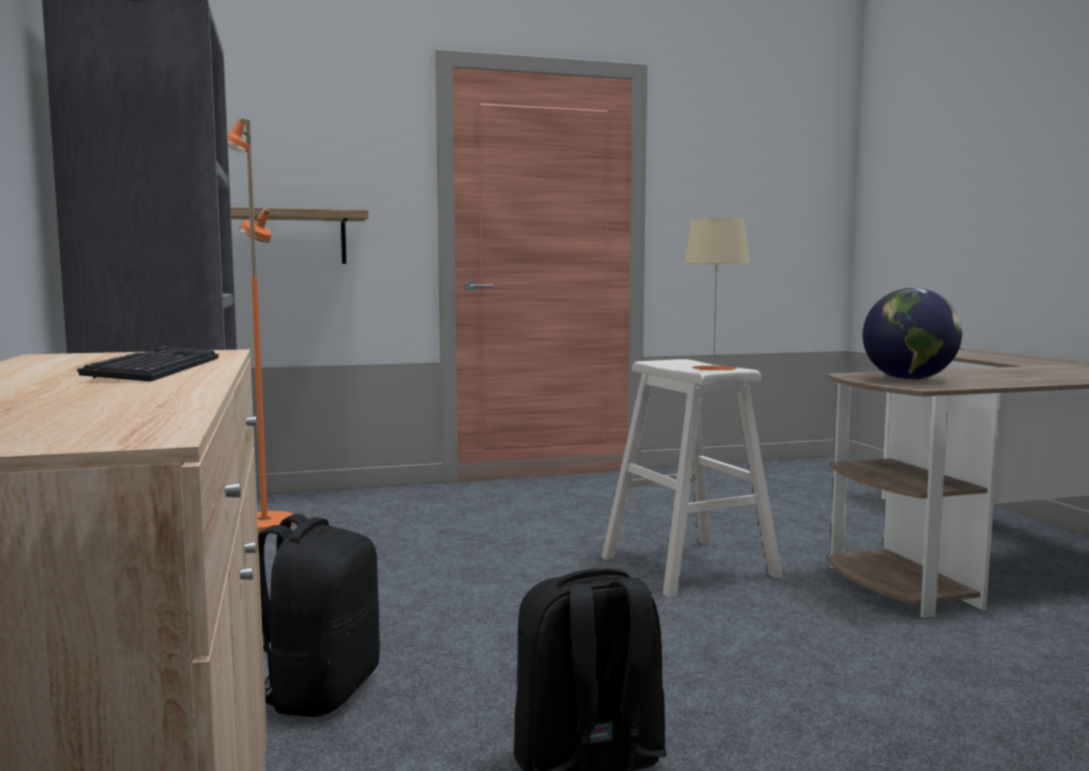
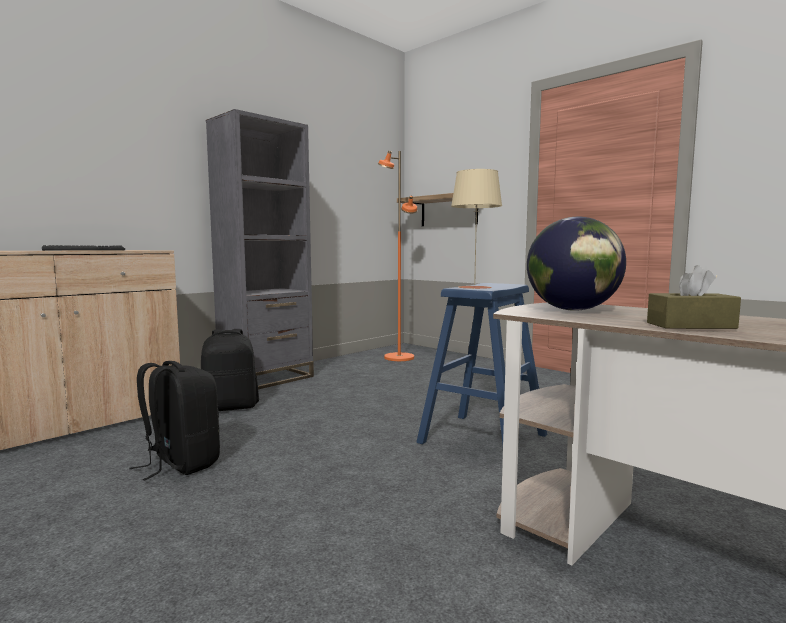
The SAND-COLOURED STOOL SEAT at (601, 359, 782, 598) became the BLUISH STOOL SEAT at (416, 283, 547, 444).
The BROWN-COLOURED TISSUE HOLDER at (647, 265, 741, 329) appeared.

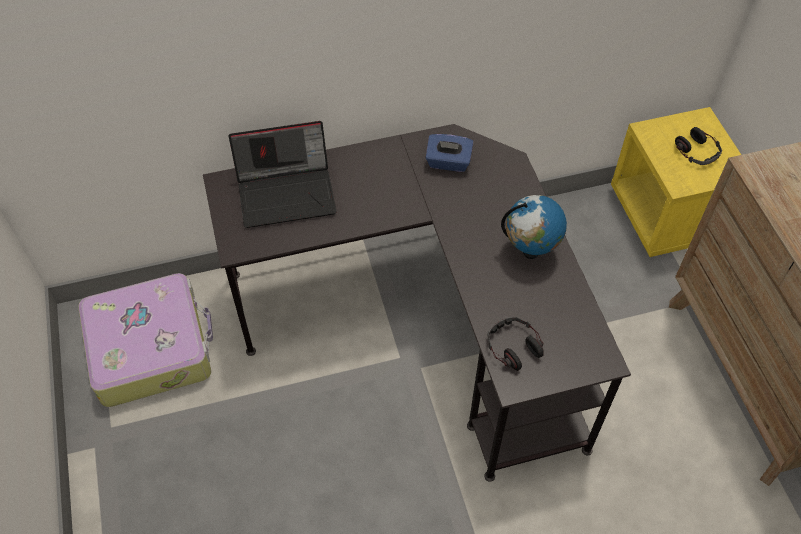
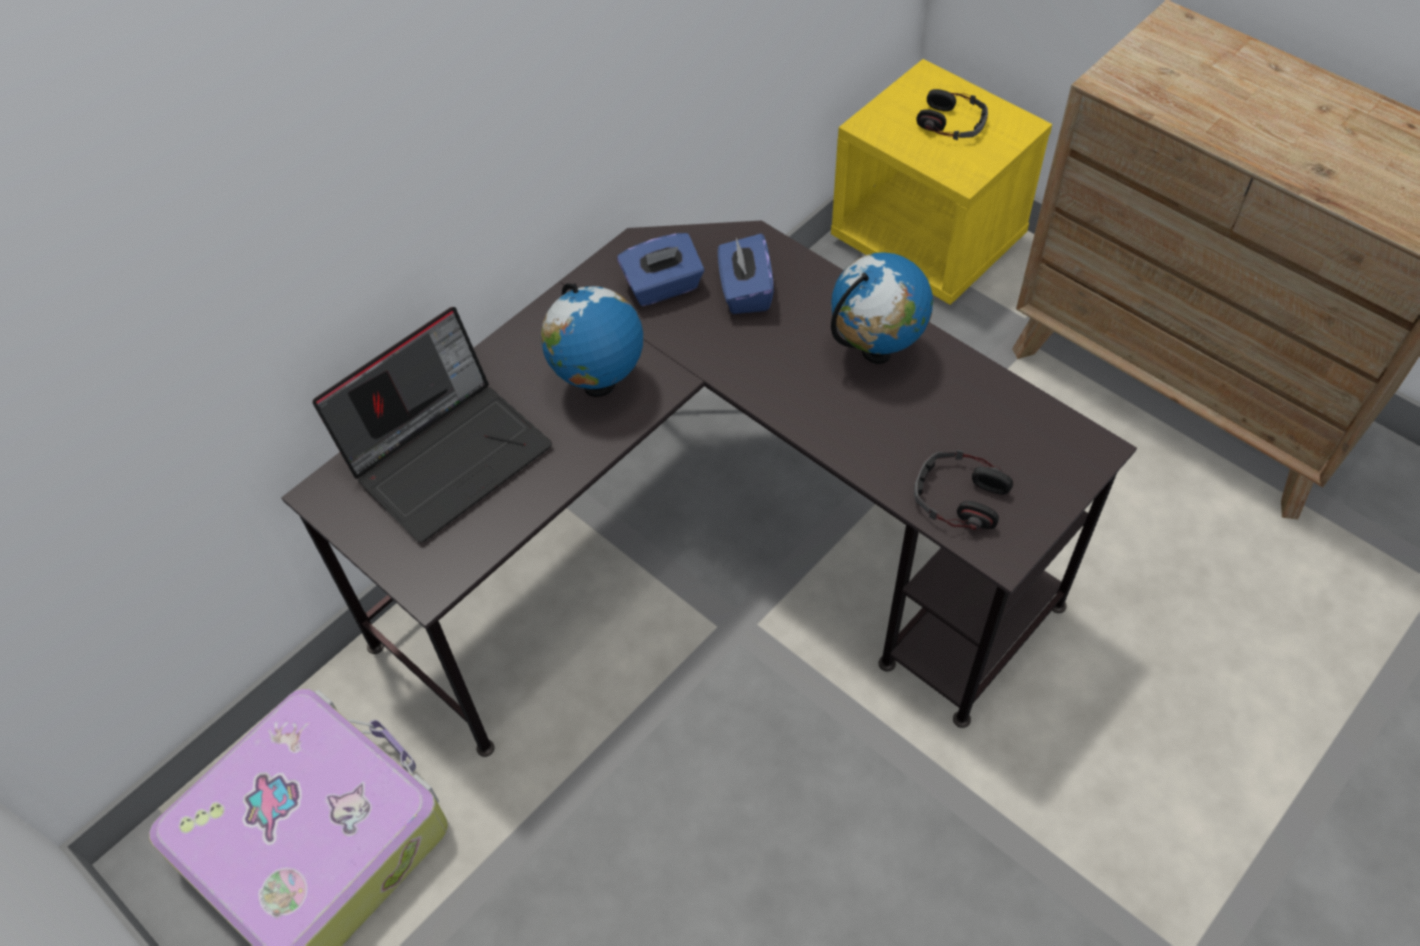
The DESK GLOBE at (541, 283, 643, 397) appeared.
The BLUISH TISSUE HOLDER at (718, 234, 774, 314) appeared.

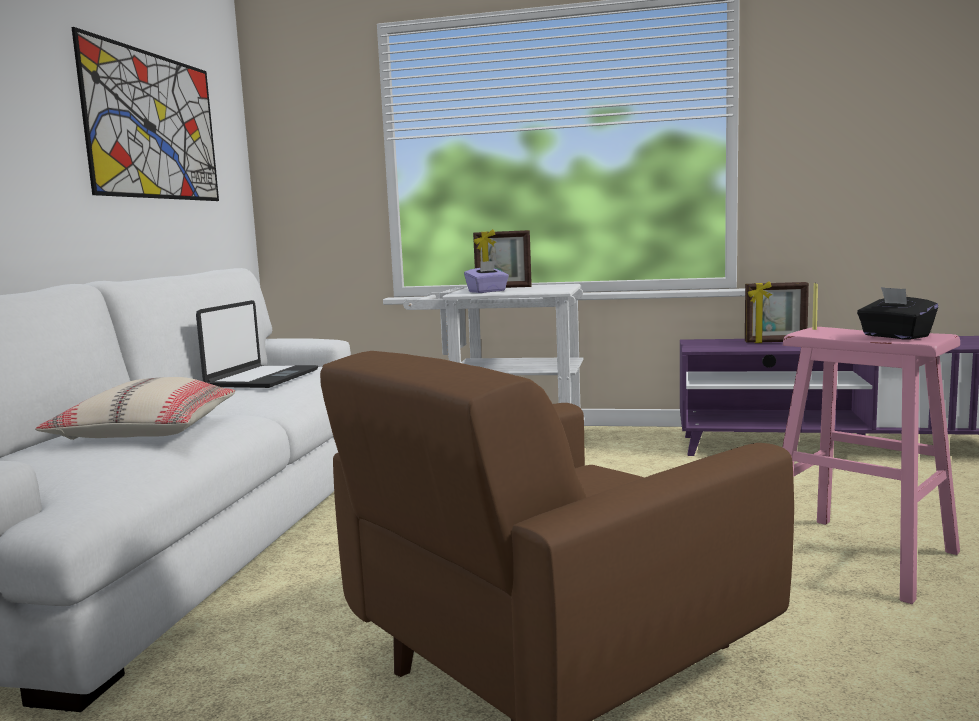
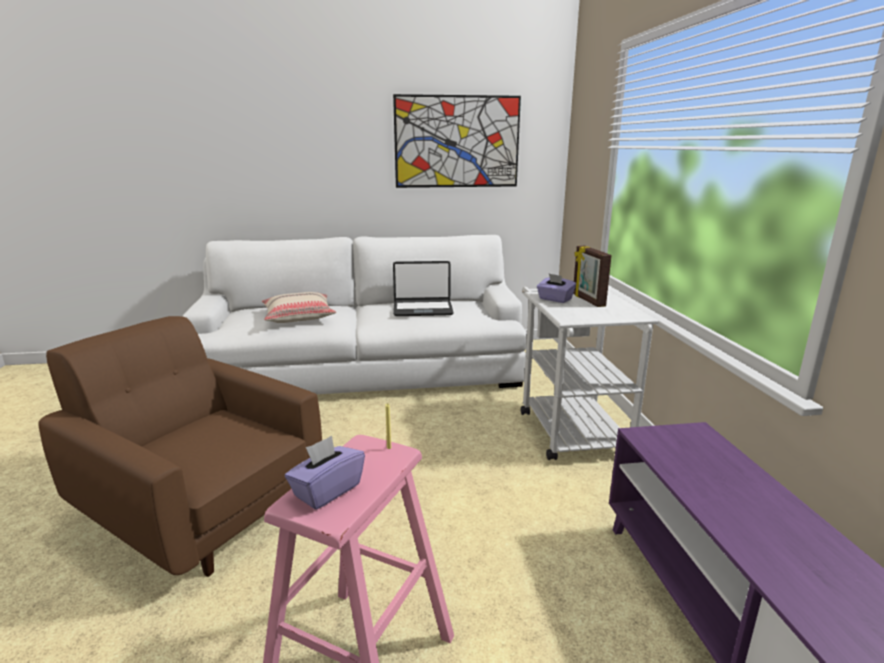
The BLACK TISSUE HOLDER at (857, 287, 938, 340) became the PURPLE-COLOURED TISSUE HOLDER at (285, 436, 365, 510).
The PICTURE FRAME at (745, 281, 809, 343) disappeared.

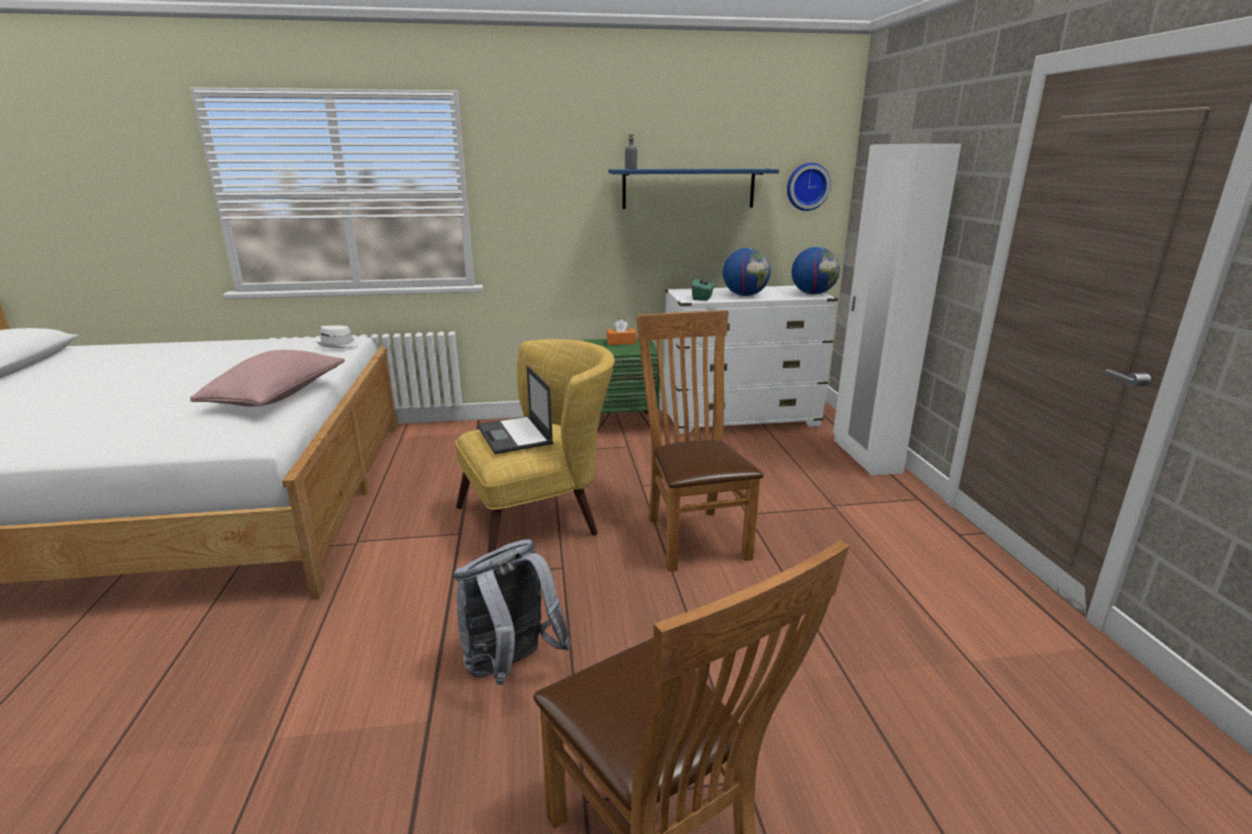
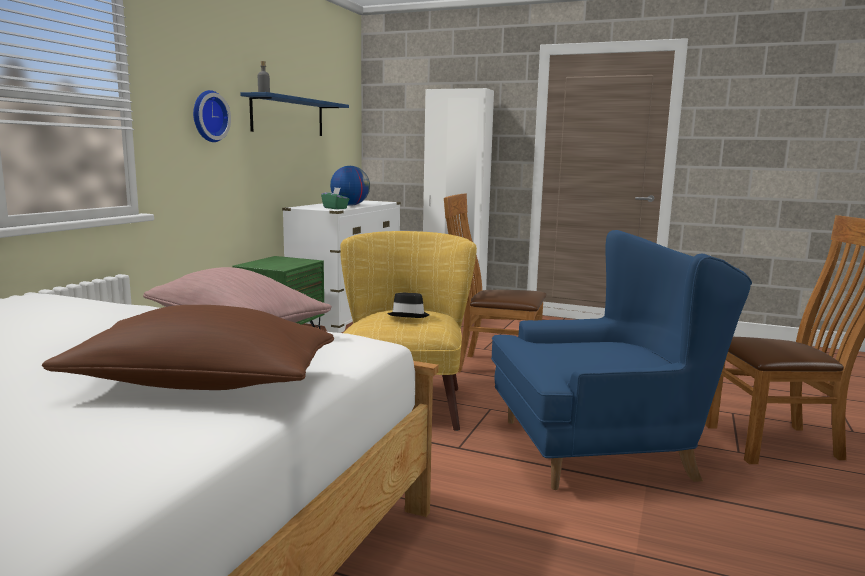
The BROWN-COLOURED THROW PILLOW at (42, 305, 334, 390) appeared.
The CLOCK ON THE WALL moved from (787, 163, 831, 211) to (193, 90, 231, 142).
The PORTABLE COMPUTER at (477, 365, 553, 454) was replaced by the BLACK CLOTHING HAT at (387, 293, 429, 318).
The GRAY BACKPACK at (453, 539, 571, 685) was replaced by the BLUISH EASY CHAIR at (491, 230, 752, 490).
The WHITE CLOTHING HAT at (316, 325, 359, 348) disappeared.
The ORANGE TISSUE HOLDER at (607, 319, 636, 345) disappeared.
The DESK GLOBE at (792, 247, 840, 294) disappeared.

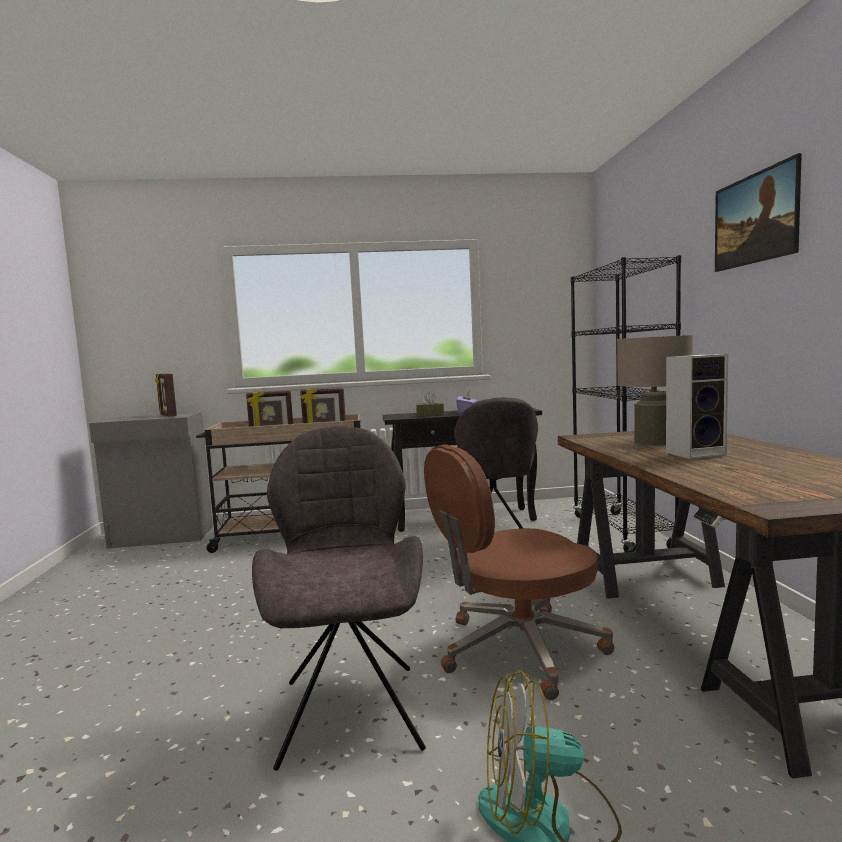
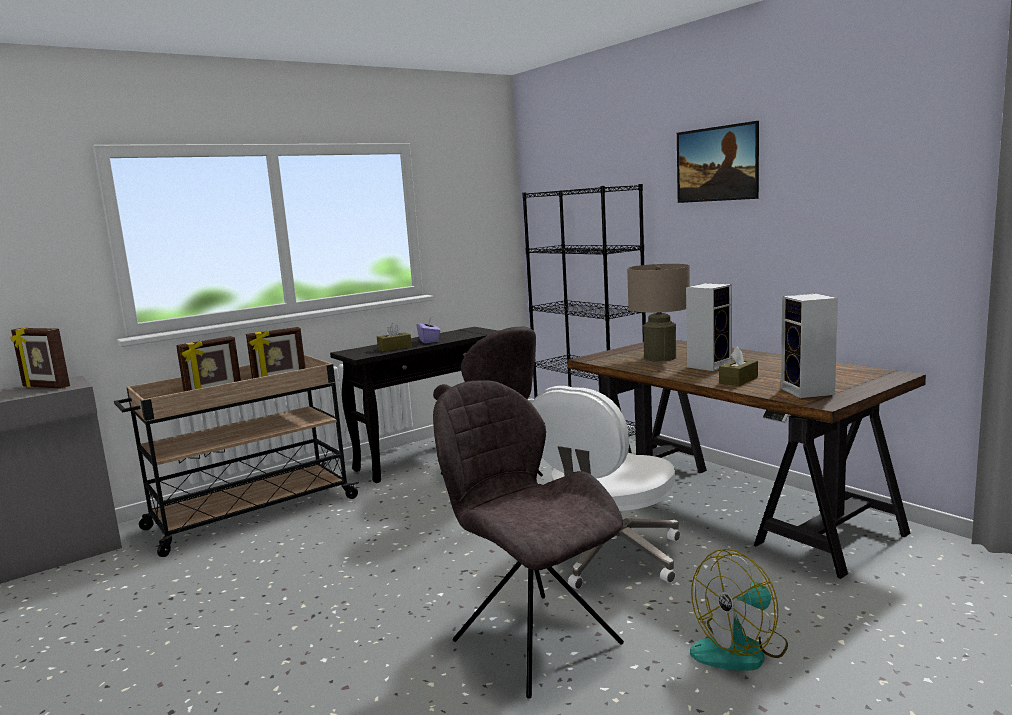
The BROWN-COLOURED OFFICE CHAIR at (424, 445, 614, 700) became the WHITE OFFICE CHAIR at (532, 386, 680, 590).
The BROWN-COLOURED TISSUE HOLDER at (719, 346, 758, 386) appeared.
The LOUDSPEAKER at (781, 294, 838, 398) appeared.

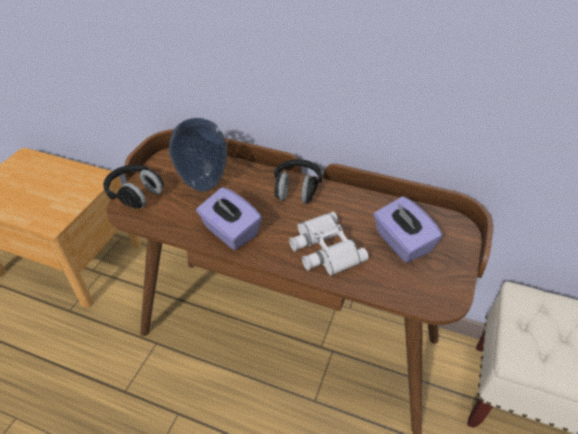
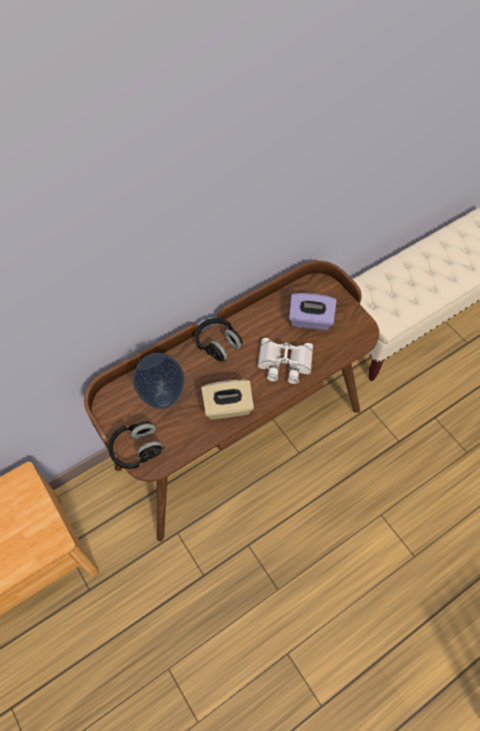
The PURPLE-COLOURED TISSUE HOLDER at (196, 187, 262, 250) became the SAND-COLOURED TISSUE HOLDER at (201, 379, 254, 420).

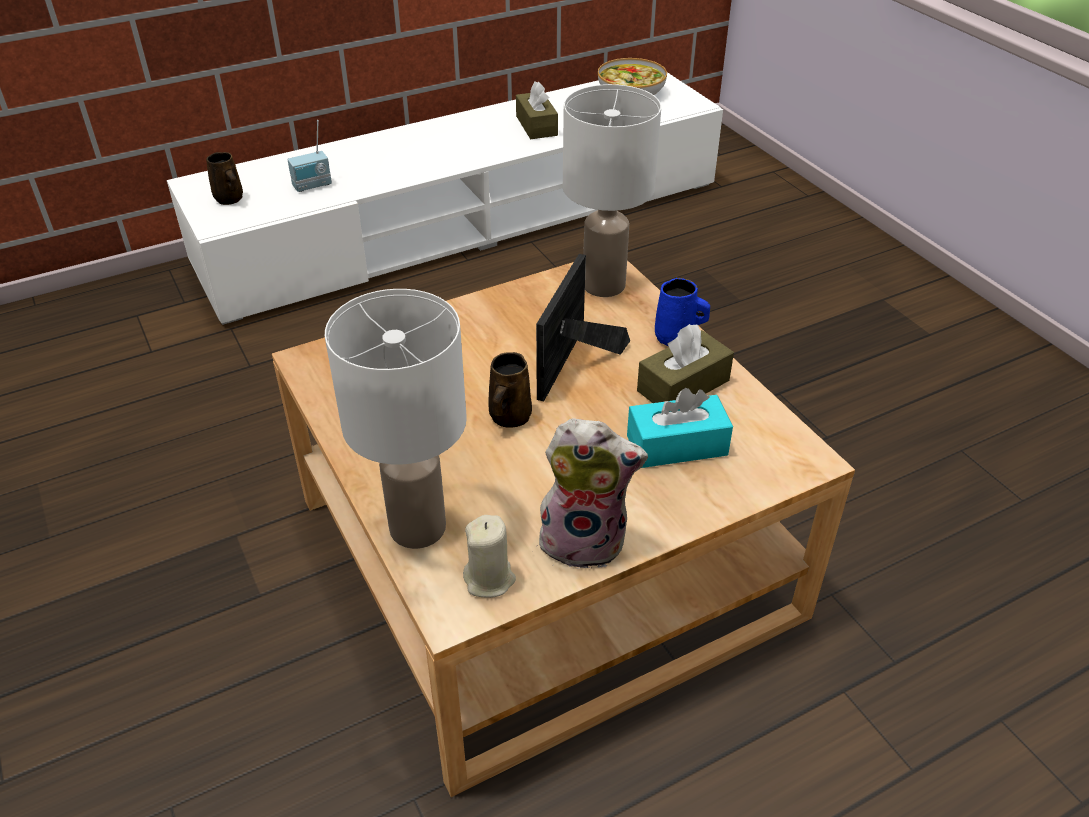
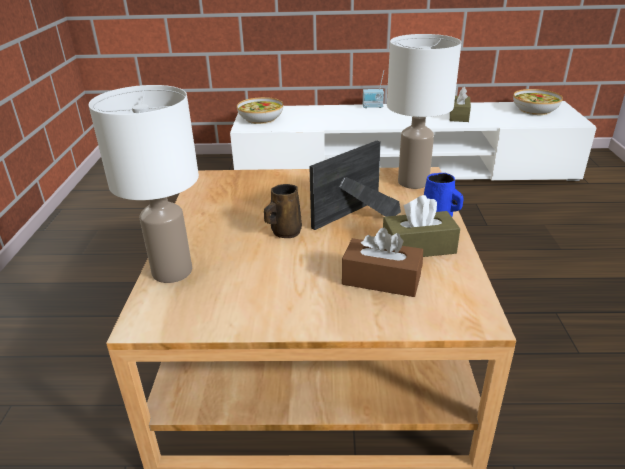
The BROWN-COLOURED MUG at (206, 152, 243, 205) was replaced by the DEEP DISH at (237, 97, 283, 124).
The TURQUOISE-COLOURED TISSUE HOLDER at (627, 388, 733, 468) became the BROWN-COLOURED TISSUE HOLDER at (342, 228, 423, 297).
The RADIO moved from (287, 120, 332, 192) to (363, 70, 384, 108).
The SAND-COLOURED WAX LIGHT at (463, 515, 516, 598) disappeared.
The SOFT TOY at (539, 418, 648, 569) disappeared.

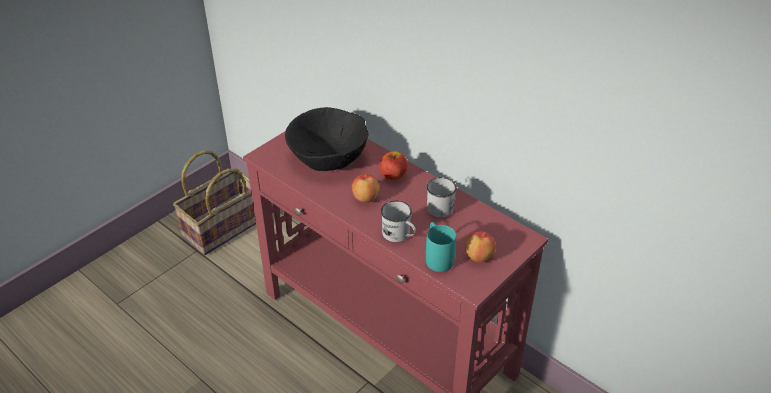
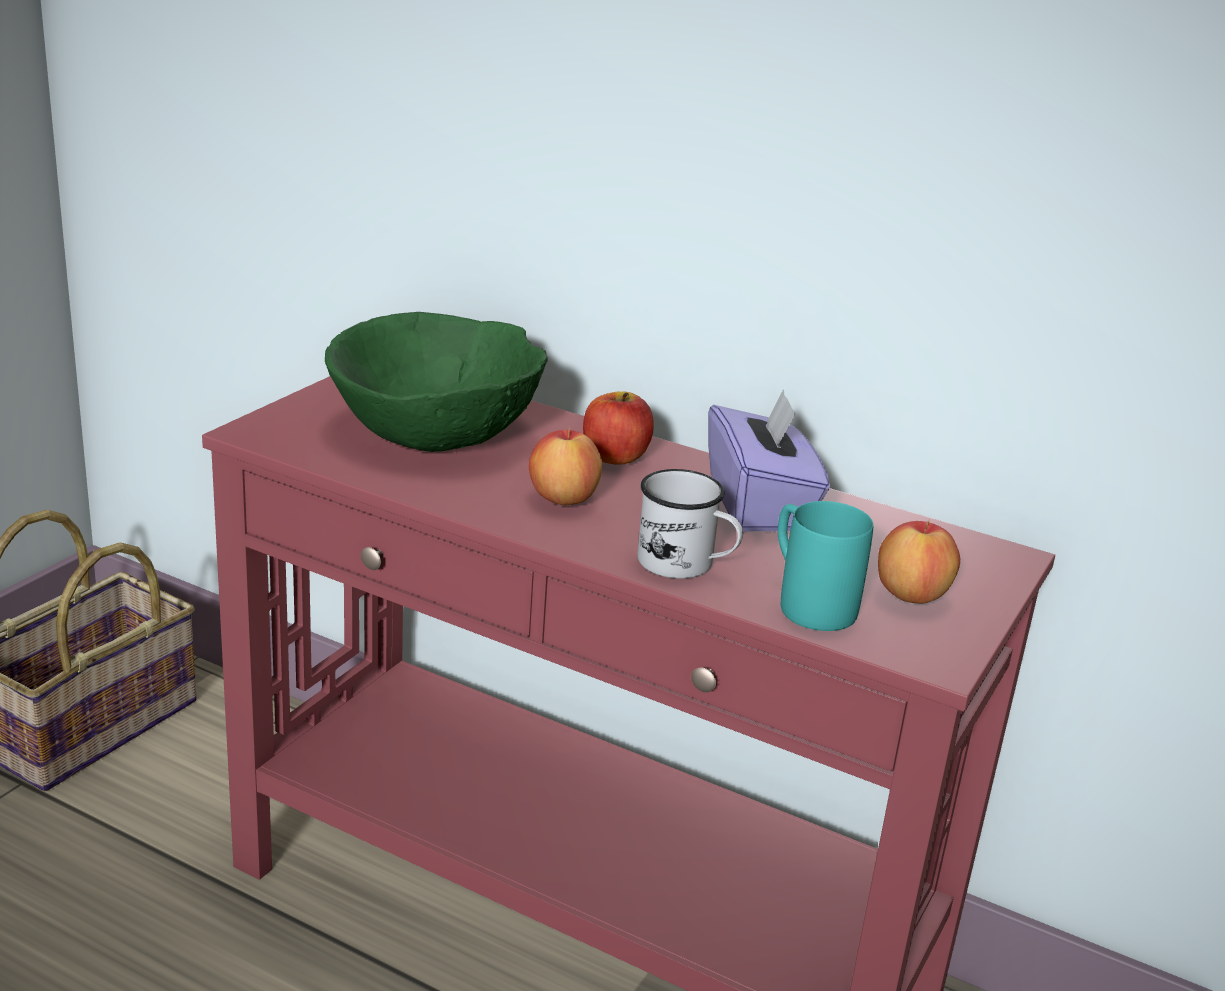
The BLACK DEEP DISH at (285, 107, 369, 171) became the GREEN-COLOURED DEEP DISH at (325, 312, 547, 452).
The WHITE MUG at (427, 177, 457, 218) was replaced by the PURPLE-COLOURED TISSUE HOLDER at (708, 389, 830, 531).

